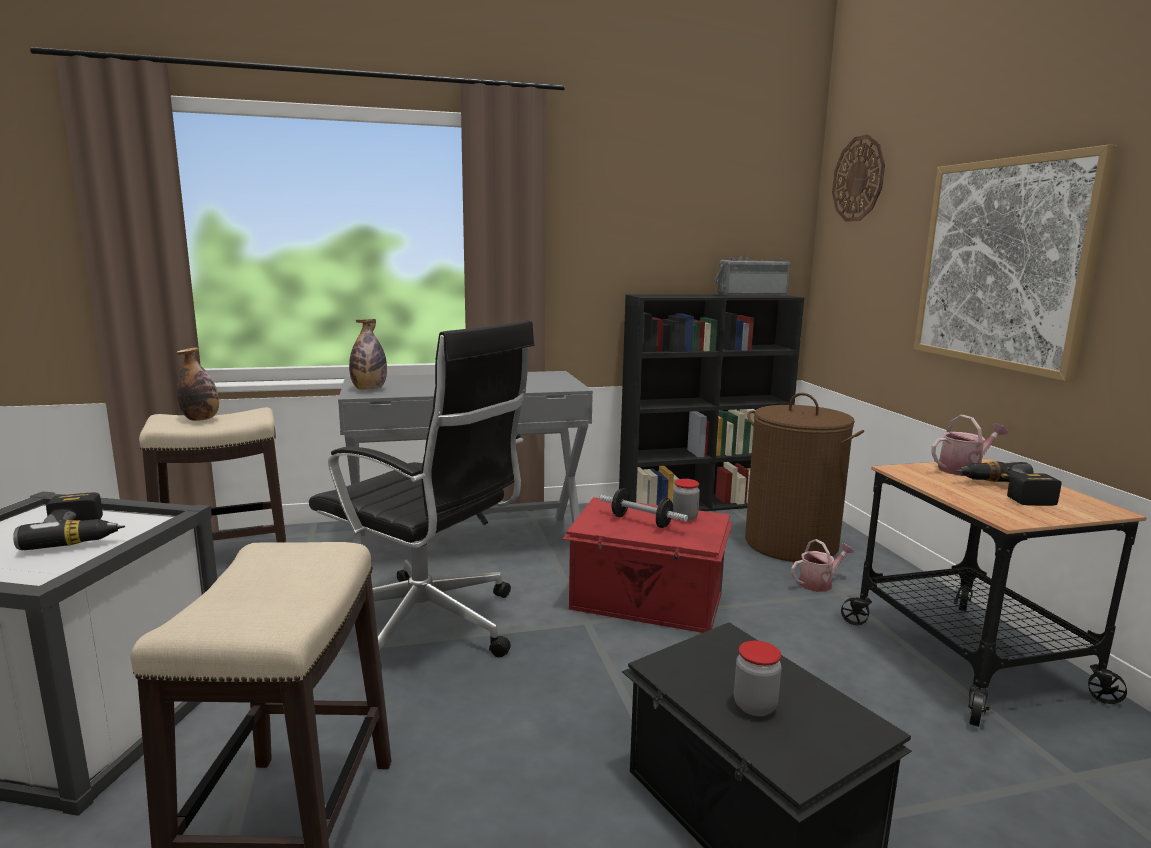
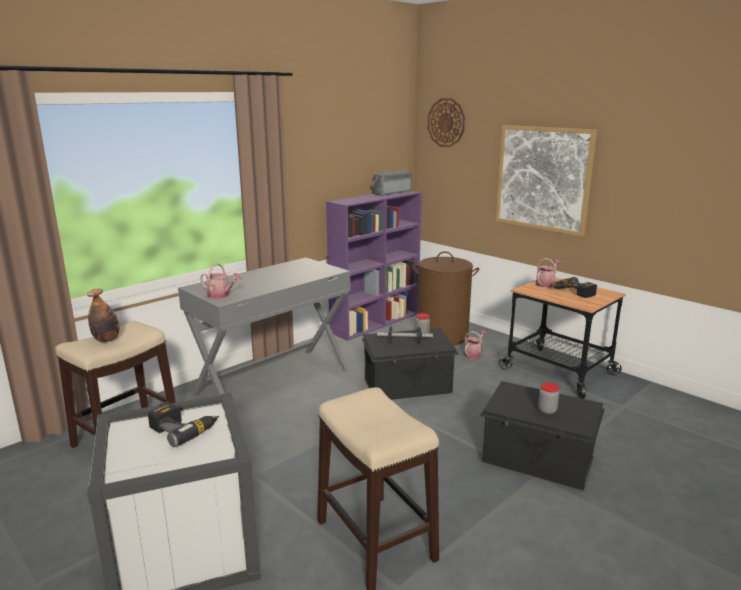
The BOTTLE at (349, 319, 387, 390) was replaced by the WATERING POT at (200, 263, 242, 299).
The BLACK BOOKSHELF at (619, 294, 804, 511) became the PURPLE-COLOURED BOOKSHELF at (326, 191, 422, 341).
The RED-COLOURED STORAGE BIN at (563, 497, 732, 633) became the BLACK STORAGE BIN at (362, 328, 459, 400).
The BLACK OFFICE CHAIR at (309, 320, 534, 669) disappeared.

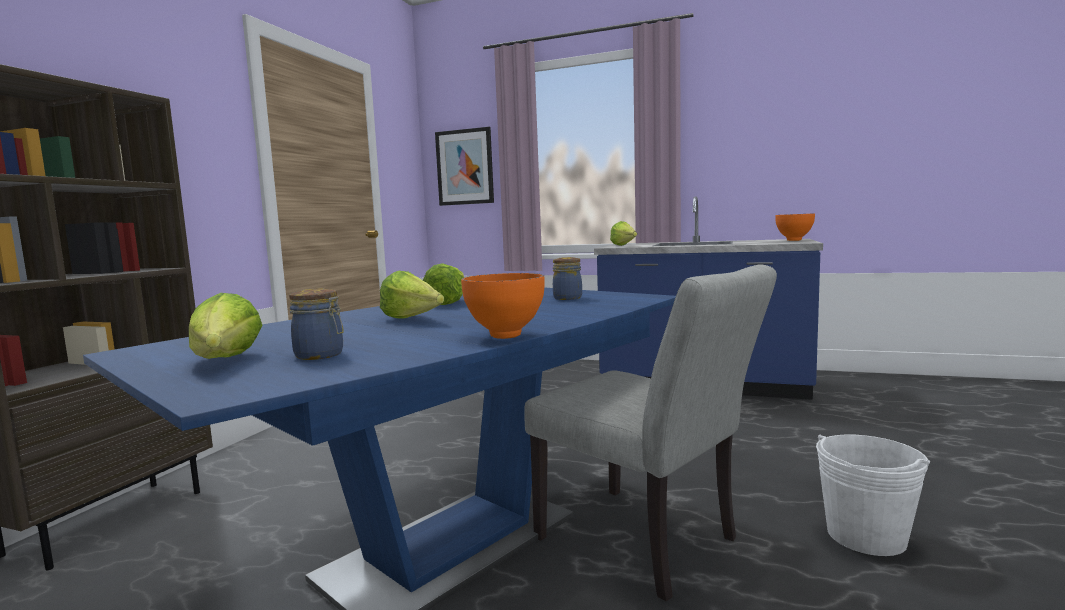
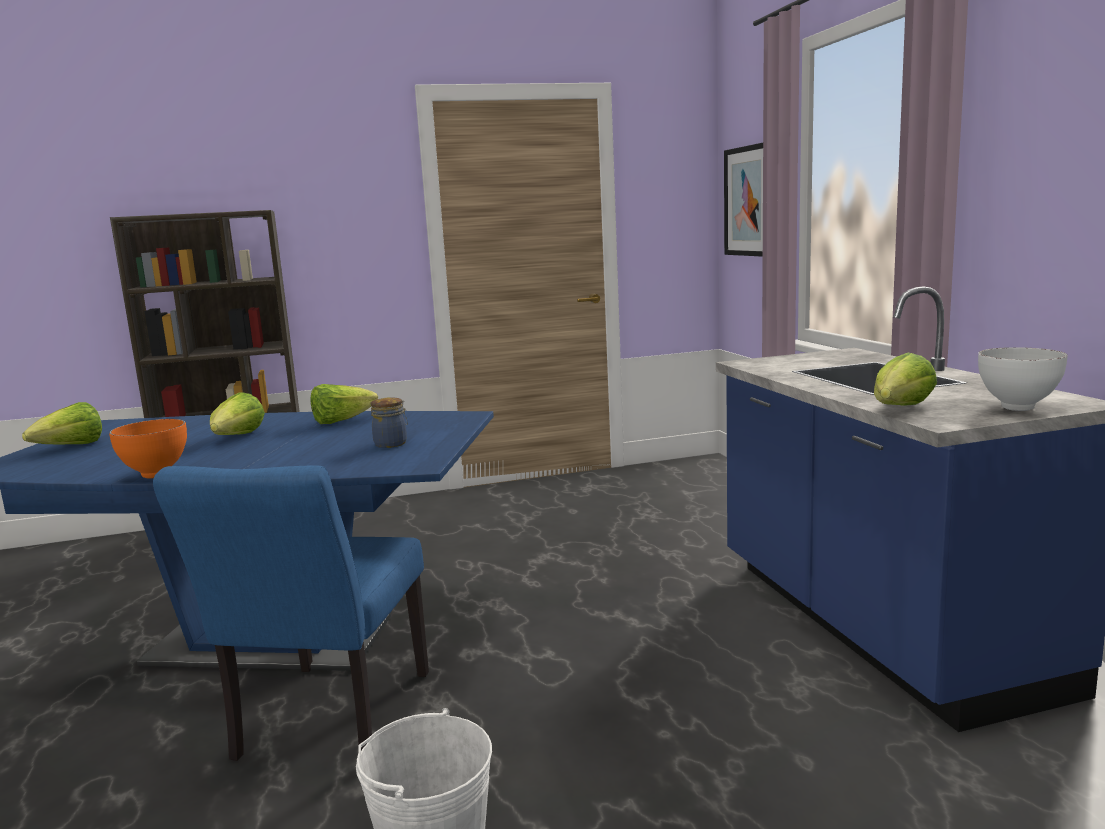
The GRAY CHAIR at (524, 265, 777, 601) became the BLUISH CHAIR at (153, 465, 429, 761).
The HEAD OF LETTUCE moved from (610, 221, 637, 246) to (874, 353, 937, 406).
The ORANGE DEEP DISH at (775, 213, 815, 241) became the WHITE DEEP DISH at (978, 347, 1067, 411).
The STORAGE JAR at (289, 288, 344, 360) disappeared.

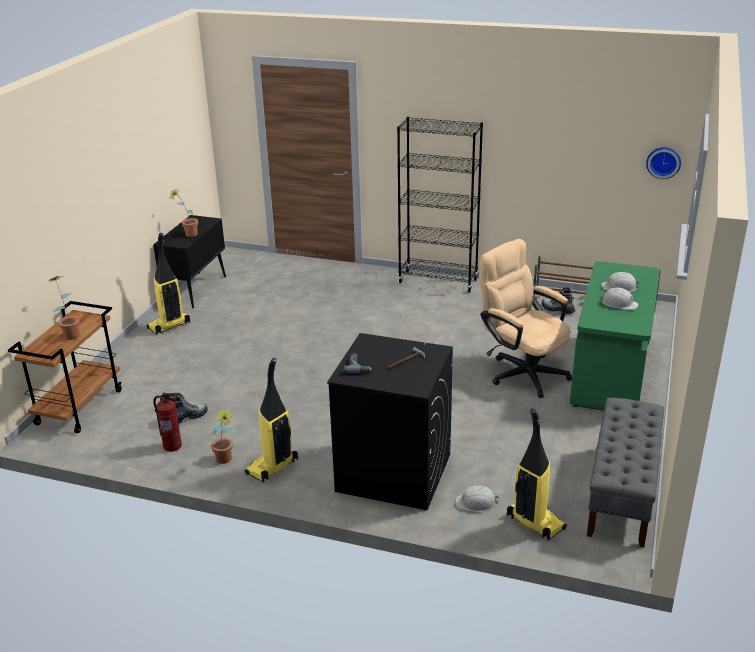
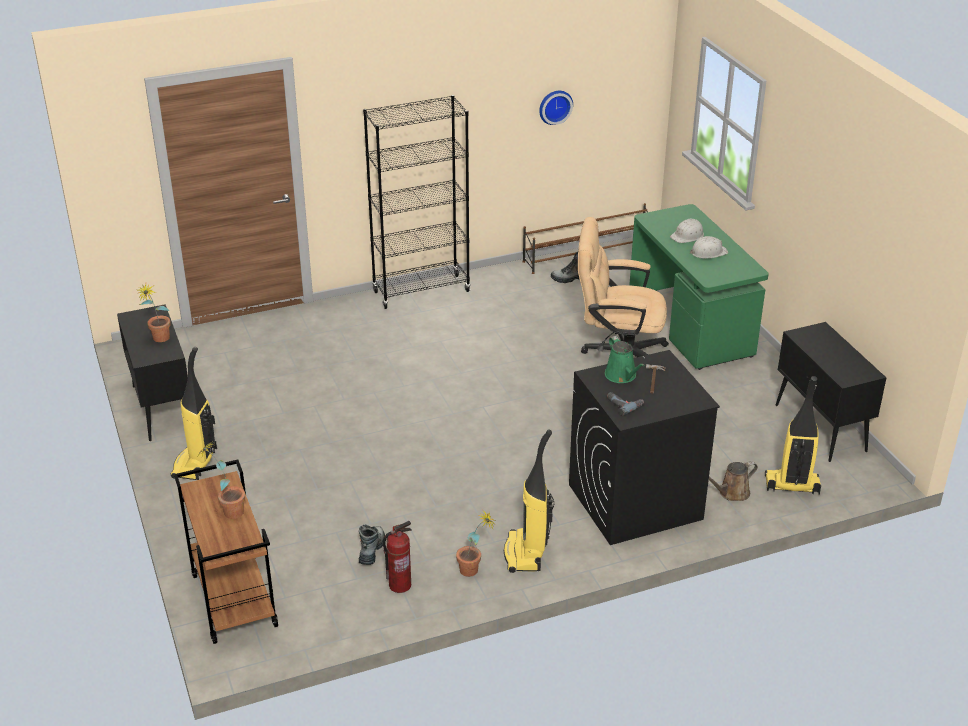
The CLOCK ON THE WALL moved from (646, 147, 681, 179) to (539, 91, 573, 125).
The GREEN-COLOURED WATERING POT at (605, 336, 645, 383) appeared.
The WHITE WORK HELMET at (455, 486, 499, 512) was replaced by the BROWN-COLOURED WATERING POT at (709, 461, 758, 501).
The GRAY INDOOR BENCH at (587, 398, 664, 547) was replaced by the BLACK CUPBOARD at (776, 322, 886, 462).

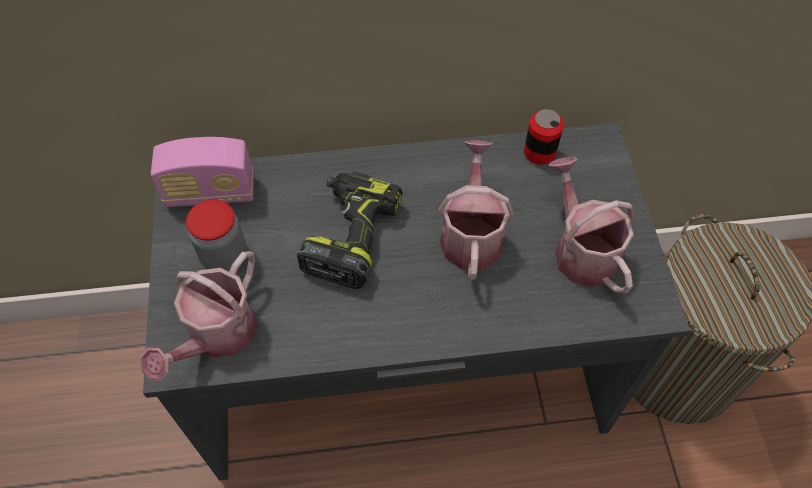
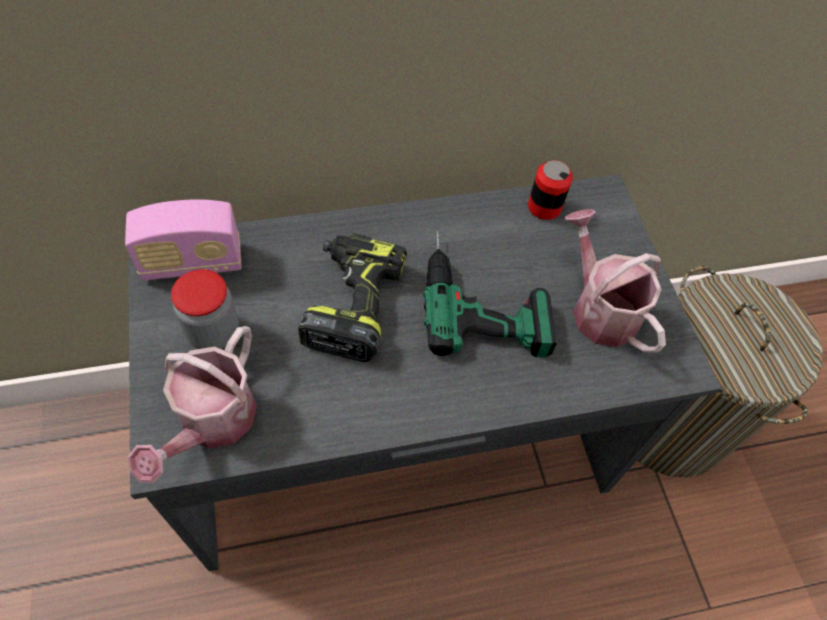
The WATERING POT at (439, 140, 513, 280) was replaced by the ELECTRIC DRILL at (423, 231, 557, 357).

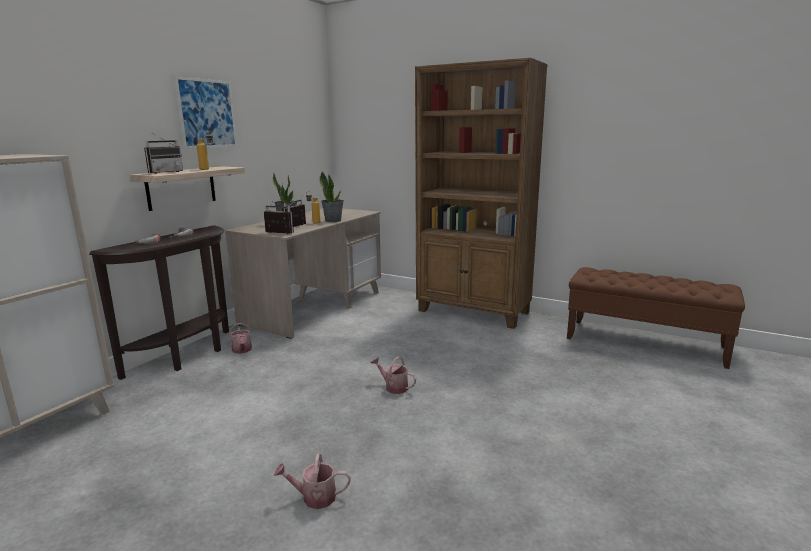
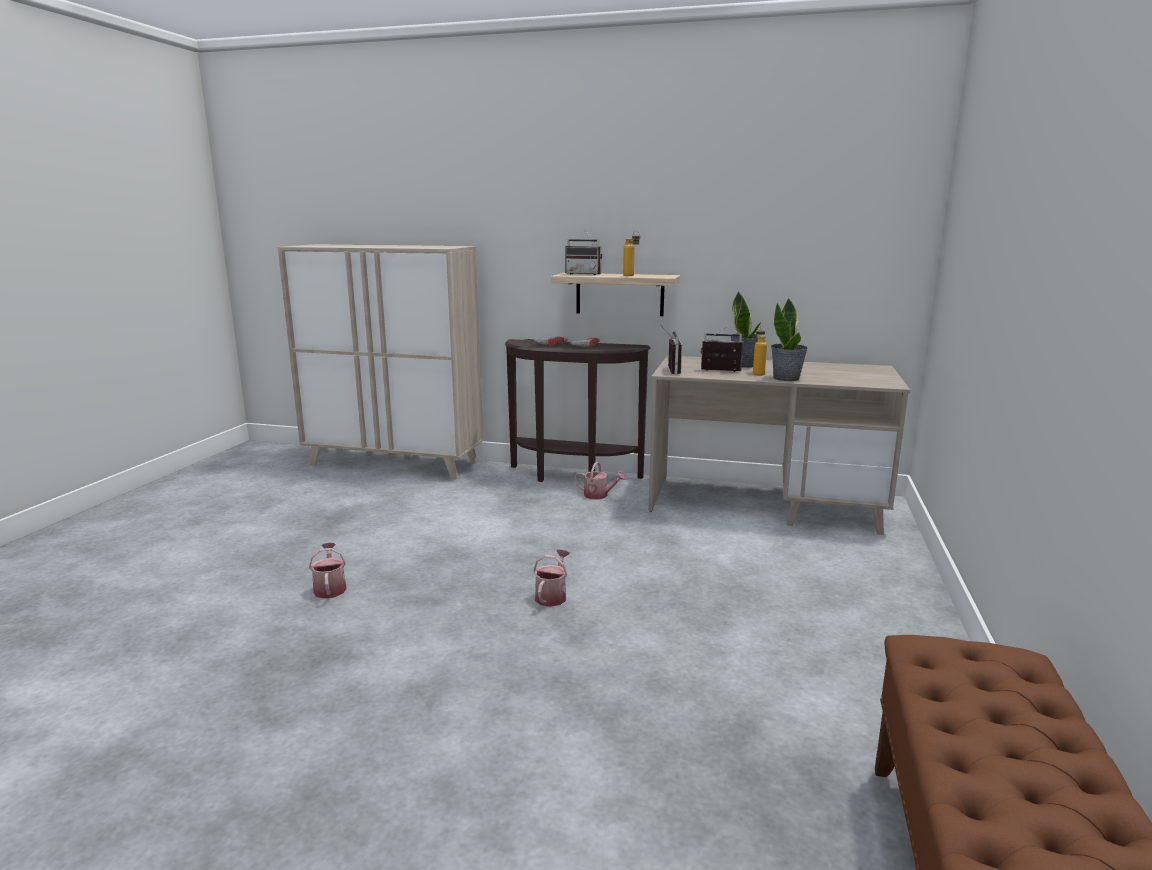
The WATERING POT at (229, 323, 252, 354) turned 120 degrees counterclockwise.
The WALL PICTURE at (174, 77, 237, 149) disappeared.
The BROWN-COLOURED BOOKSHELF at (415, 58, 548, 329) disappeared.

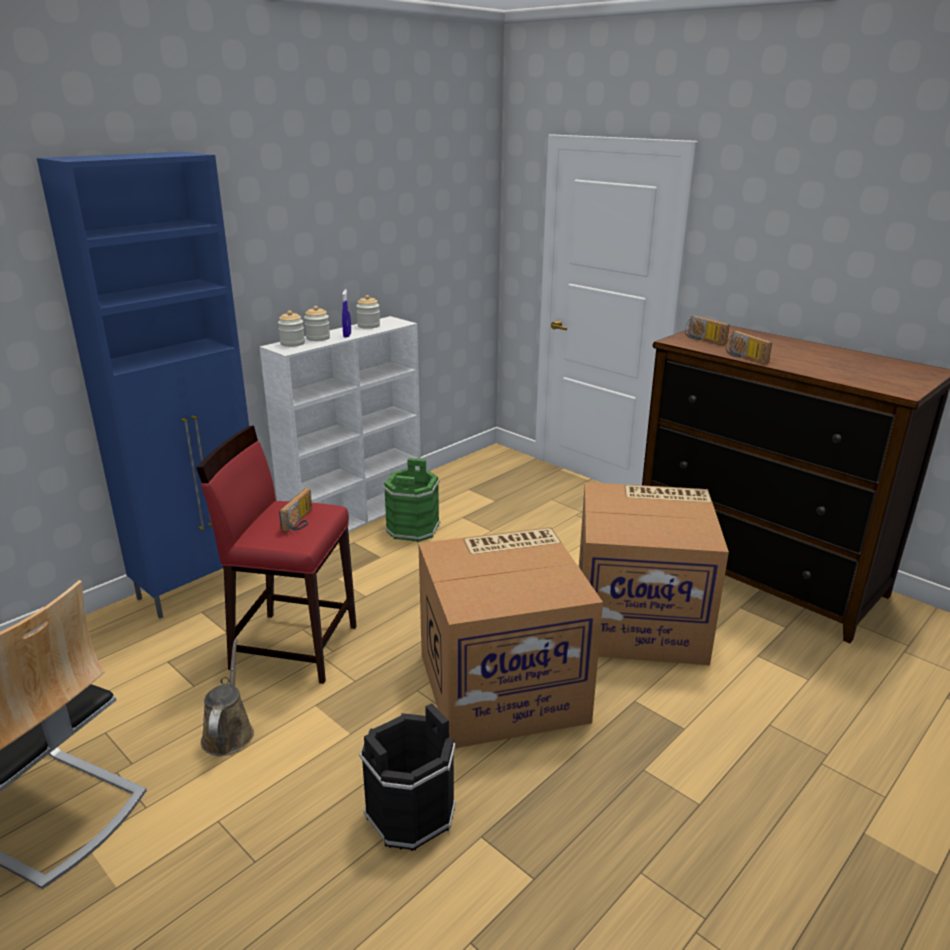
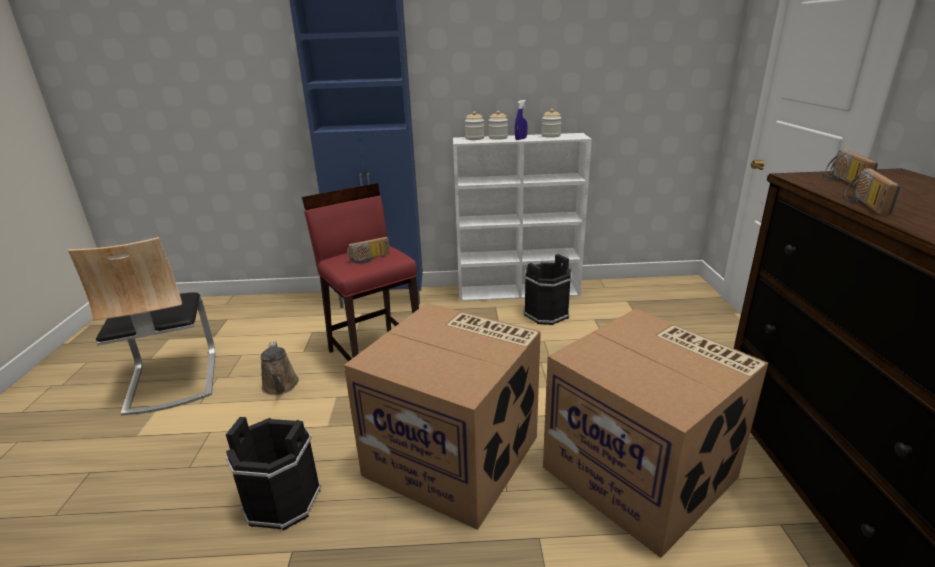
The BROWN-COLOURED WATERING POT at (201, 639, 254, 756) turned 120 degrees clockwise.
The GREEN-COLOURED BUCKET at (383, 458, 440, 542) became the BLACK BUCKET at (523, 254, 572, 325).

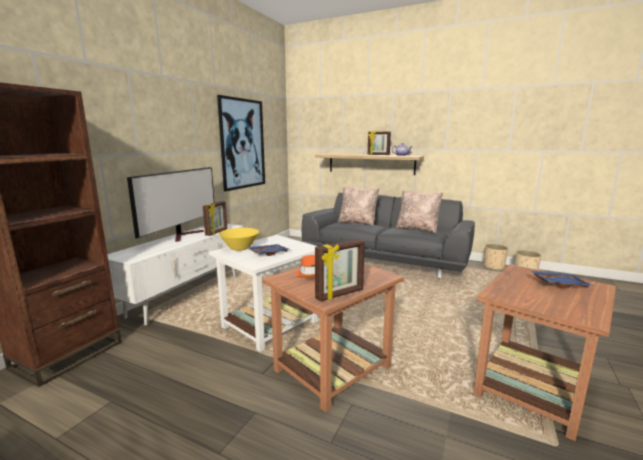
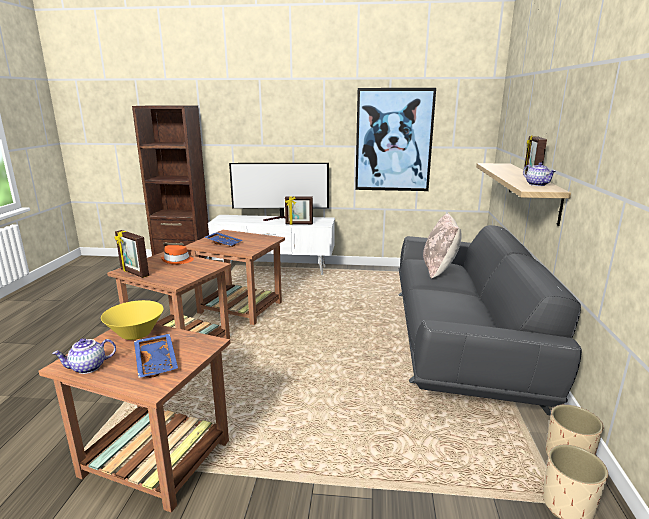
The POT FOR TEA at (52, 338, 116, 374) appeared.
The YELLOW-COLOURED DEEP DISH moved from (219, 228, 259, 251) to (101, 300, 164, 340).
The WHITE ACCENT TABLE at (209, 235, 318, 352) became the BROWN-COLOURED ACCENT TABLE at (185, 230, 285, 325).
The SAND-COLOURED THROW PILLOW at (396, 189, 443, 234) disappeared.

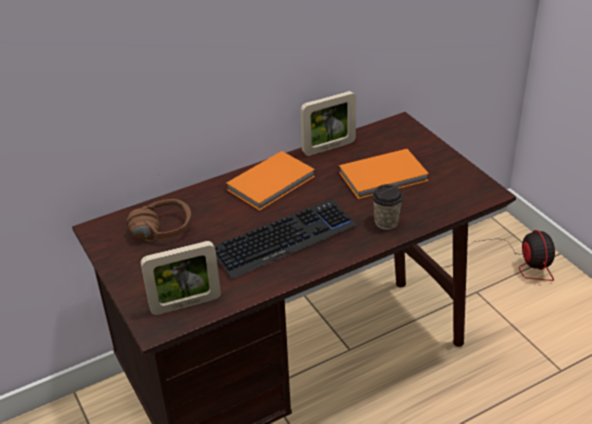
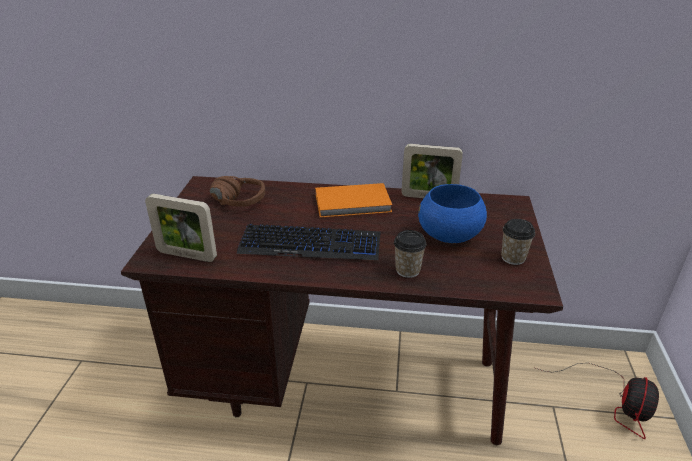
The ORANGE BOUND BOOK at (338, 149, 429, 199) was replaced by the BLUISH DEEP DISH at (418, 184, 487, 243).
The CUP at (501, 219, 535, 265) appeared.

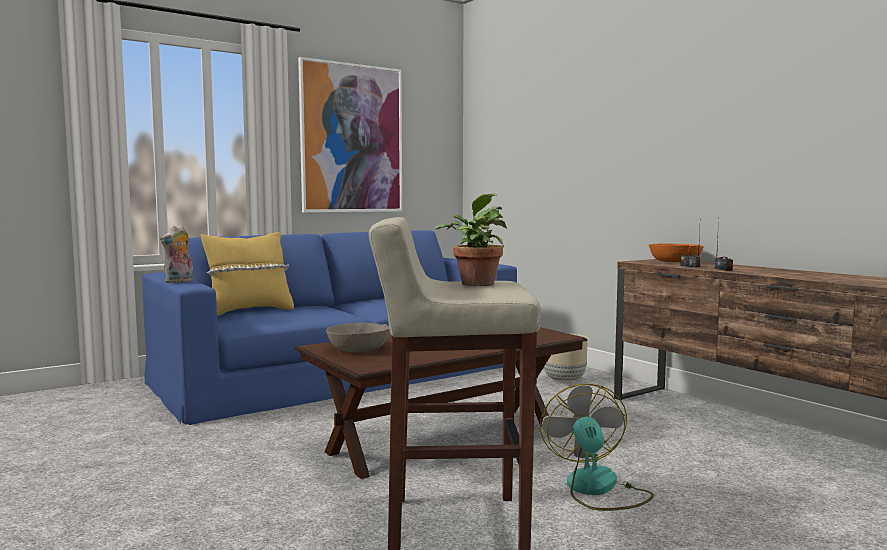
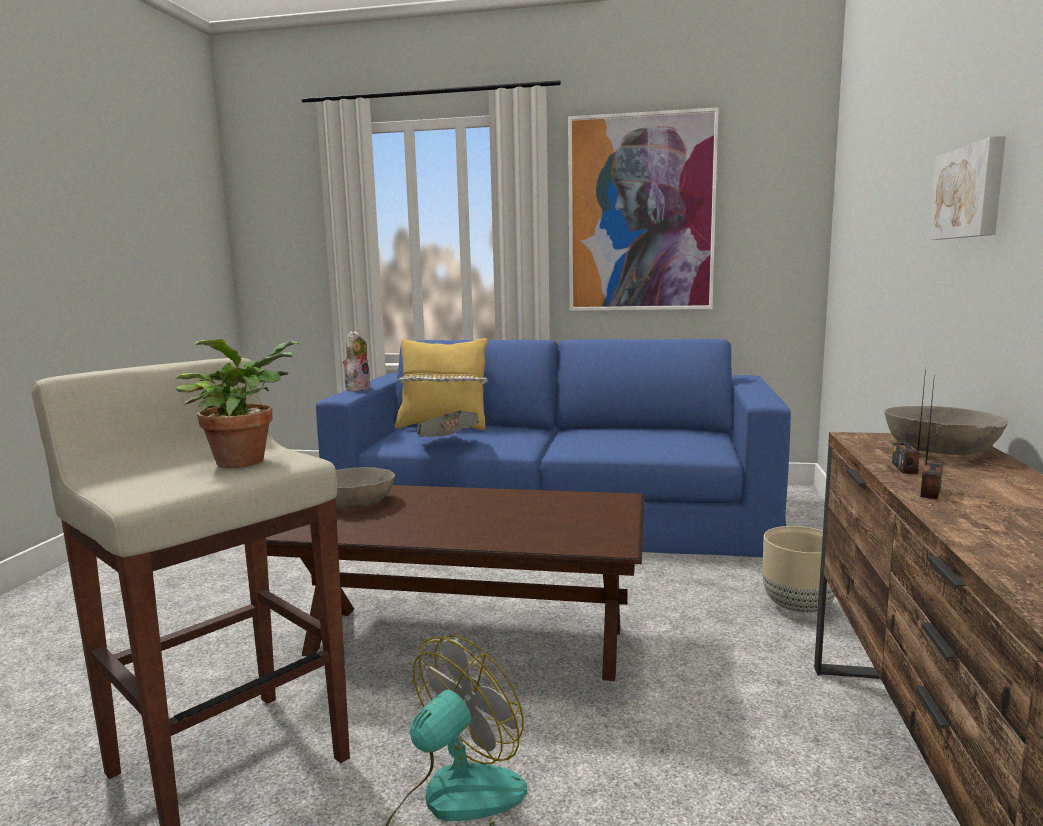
The SOFT TOY at (160, 225, 194, 283) turned 120 degrees clockwise.
The PRINTED PAPER at (417, 411, 479, 437) appeared.
The ORANGE DEEP DISH at (649, 243, 704, 262) became the GRAY DEEP DISH at (884, 406, 1008, 455).
The WALL PICTURE at (929, 136, 1006, 240) appeared.

